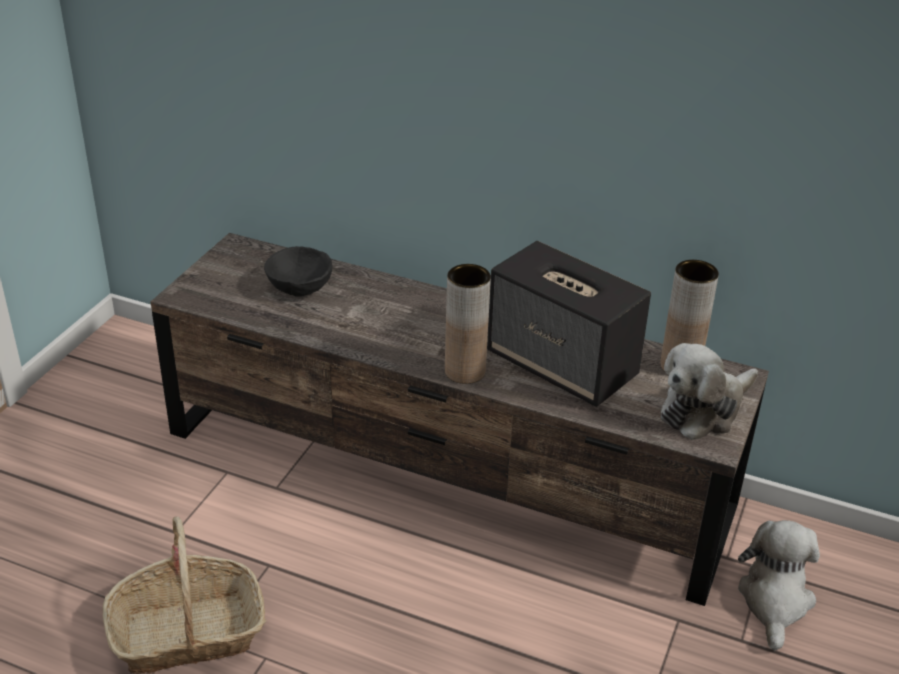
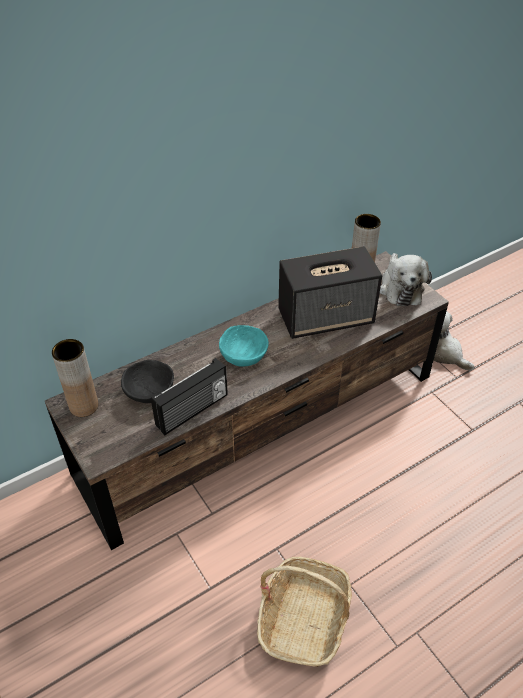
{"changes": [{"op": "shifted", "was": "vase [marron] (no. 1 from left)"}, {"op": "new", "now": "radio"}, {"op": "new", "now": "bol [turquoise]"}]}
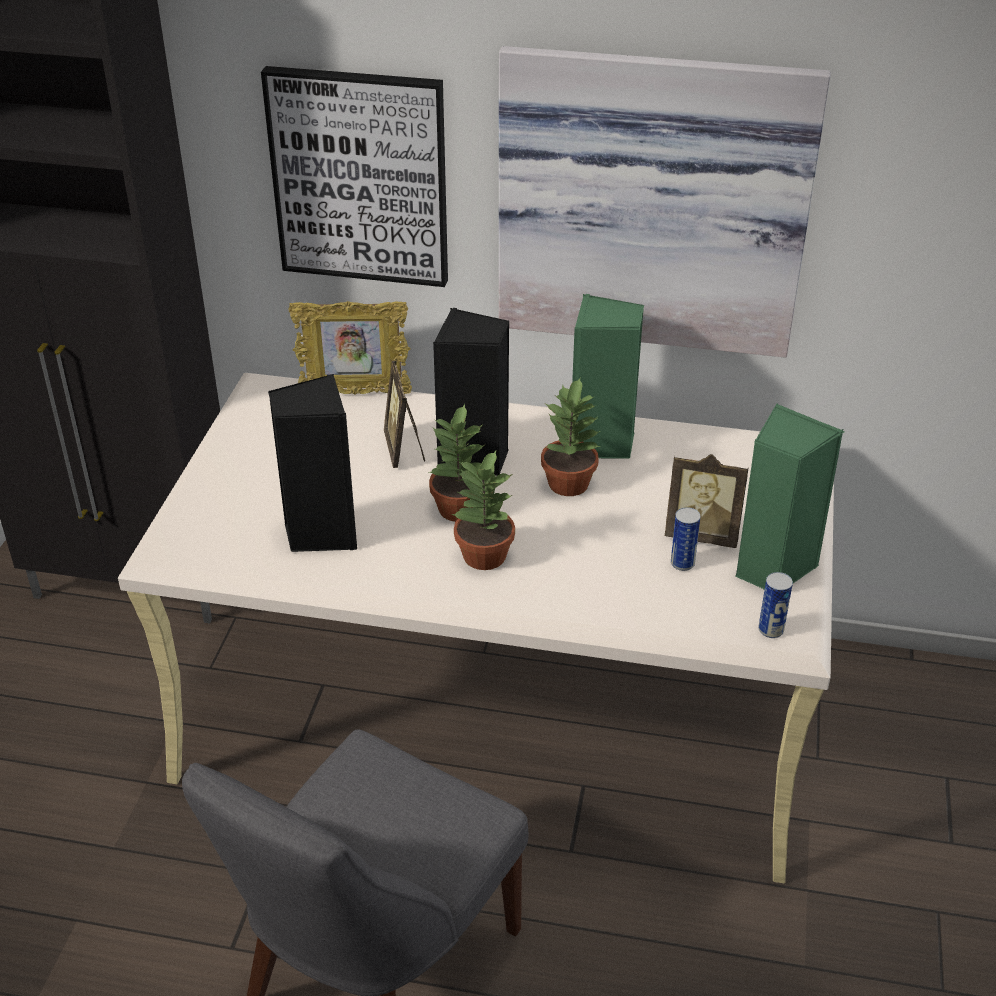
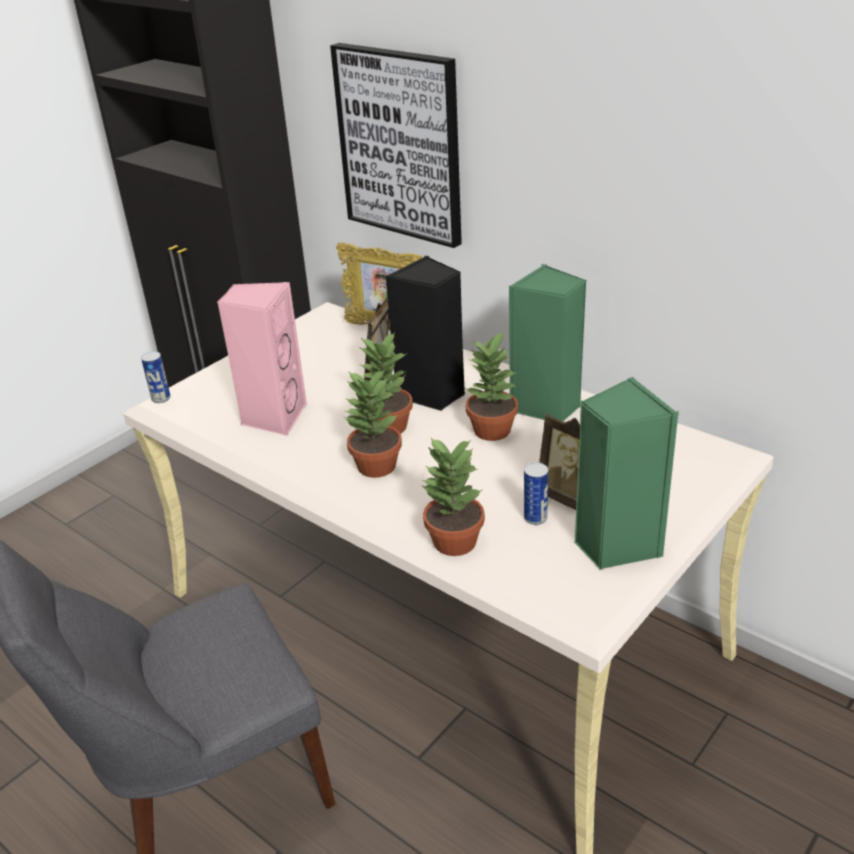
{"changes": [{"op": "repainted", "was": "enceinte [noir] (no. 1 from left)", "now": "enceinte [rose]"}, {"op": "gone", "was": "tableau (no. 2 from left)"}, {"op": "shifted", "was": "boîte métallique (no. 2 from left in the first image)", "now": "boîte métallique (no. 1 from left)"}, {"op": "new", "now": "plante en pot (no. 3 from left)"}]}
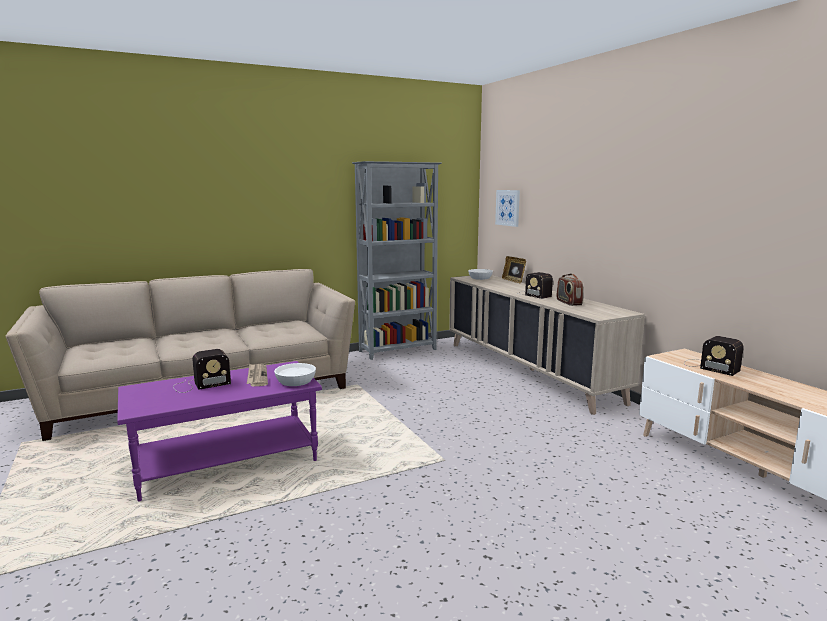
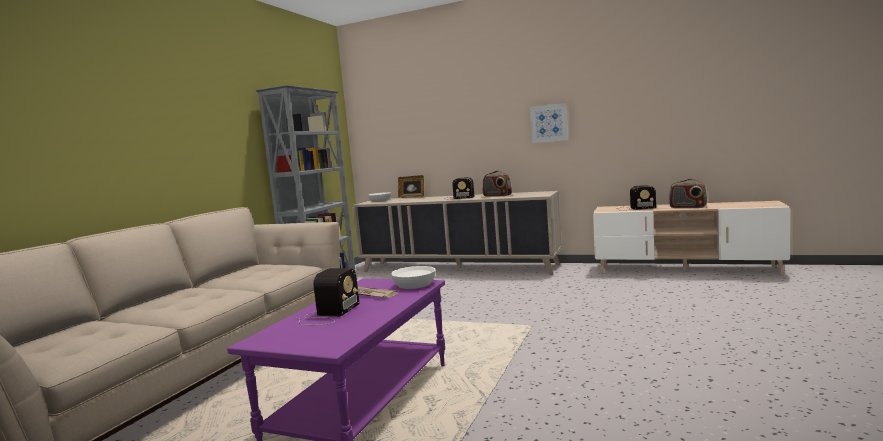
{"changes": [{"op": "shifted", "was": "tableau"}, {"op": "new", "now": "radio (no. 5 from left)"}]}
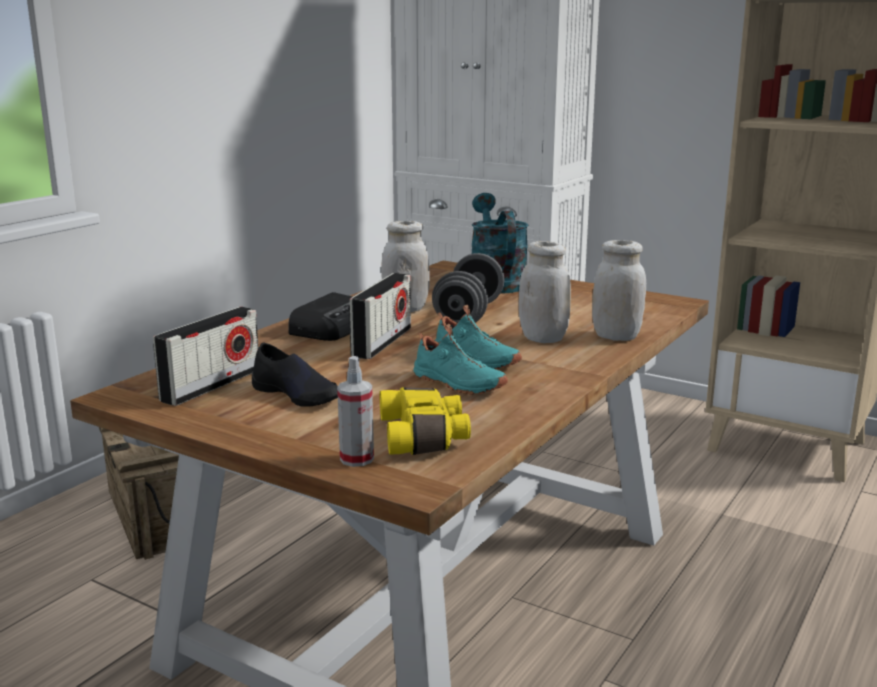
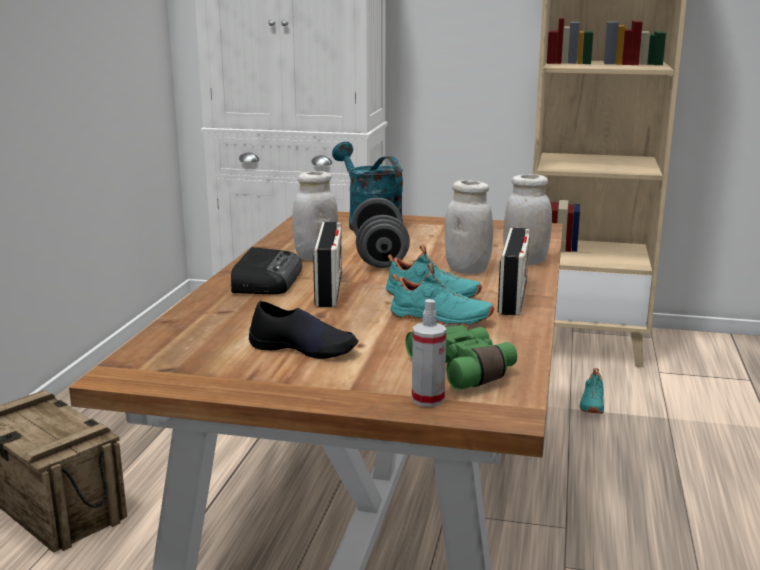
{"changes": [{"op": "shifted", "was": "radio (no. 1 from left in the first image)", "now": "radio (no. 3 from left)"}, {"op": "repainted", "was": "jumelles [jaune]", "now": "jumelles [vert]"}, {"op": "new", "now": "chaussure [turquoise] (no. 3 from left)"}]}
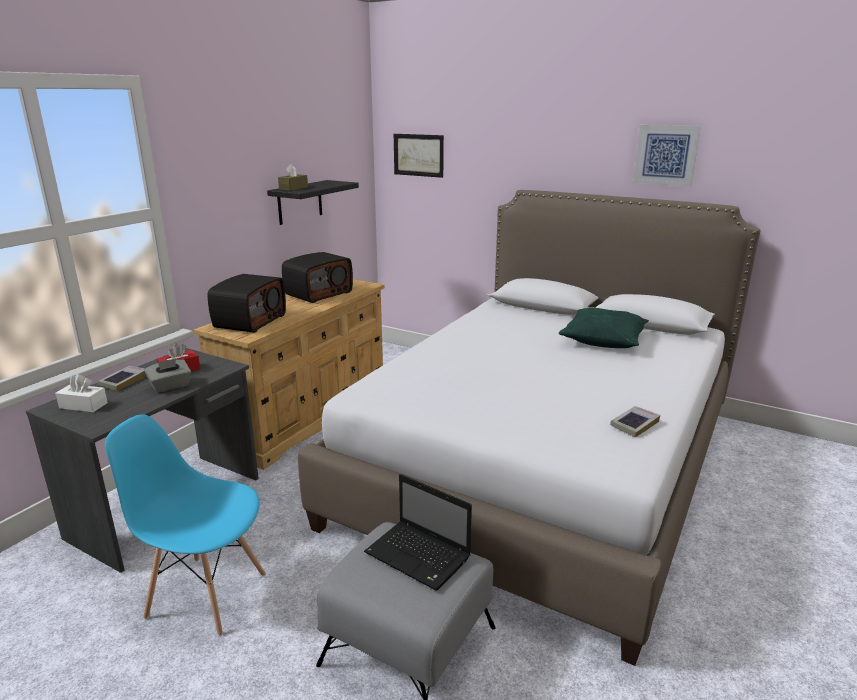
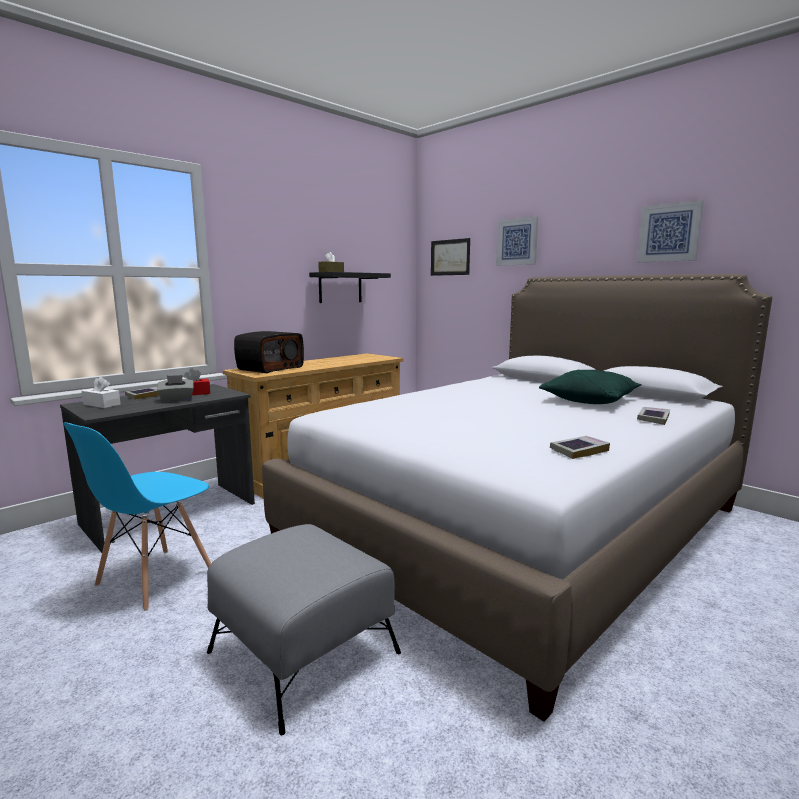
{"changes": [{"op": "rotated", "was": "chaise [bleu]", "clockwise": -90}, {"op": "gone", "was": "radio (no. 2 from left)"}, {"op": "gone", "was": "ordinateur portable"}, {"op": "new", "now": "tableau (no. 2 from left)"}, {"op": "new", "now": "livre (no. 3 from left)"}]}
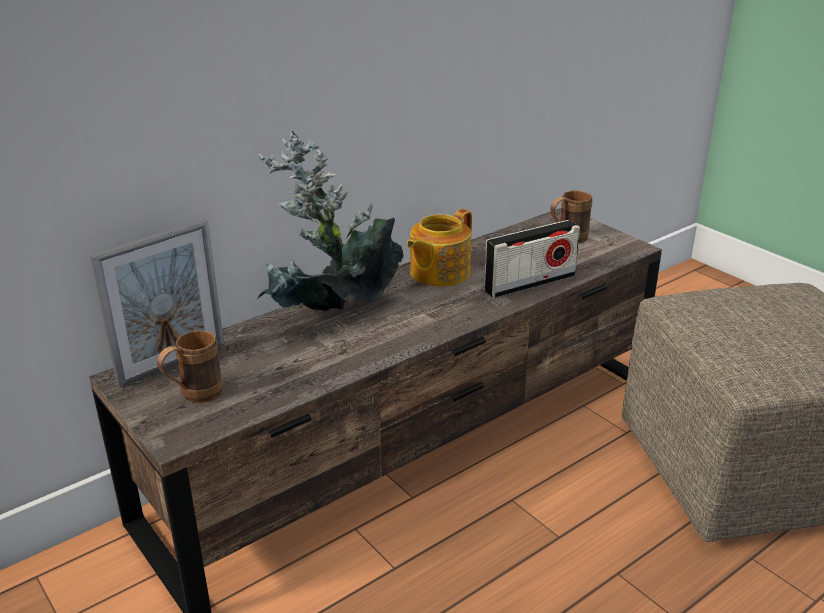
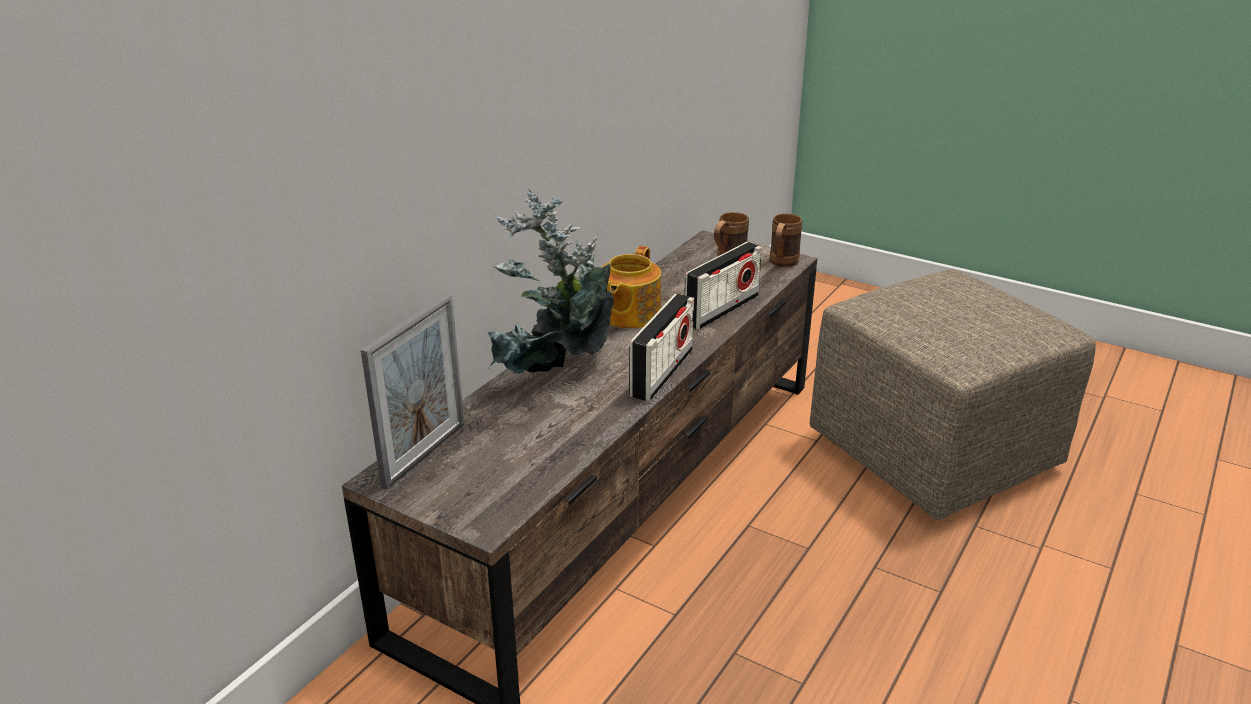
{"changes": [{"op": "shifted", "was": "mug [marron] (no. 1 from left in the first image)", "now": "mug [marron] (no. 2 from left)"}, {"op": "new", "now": "radio (no. 1 from left)"}]}
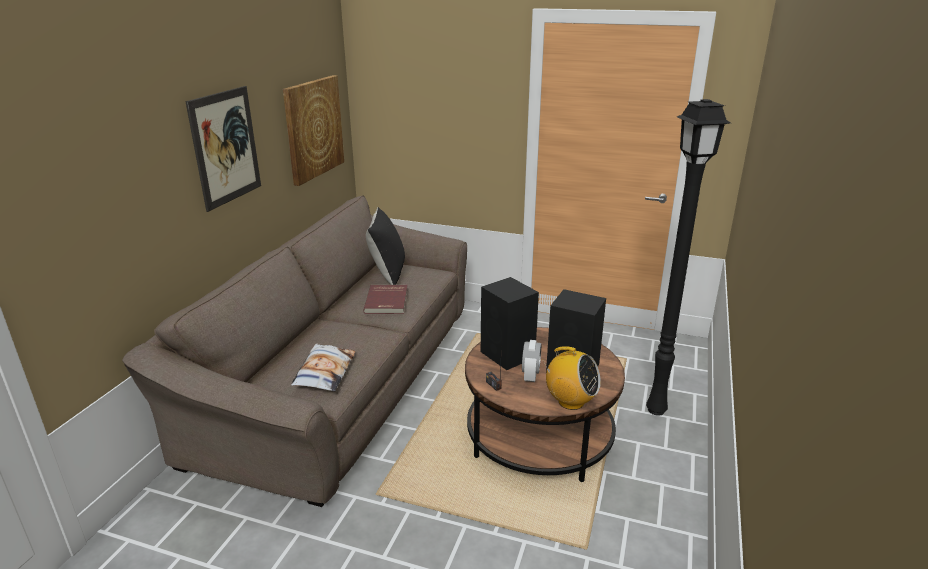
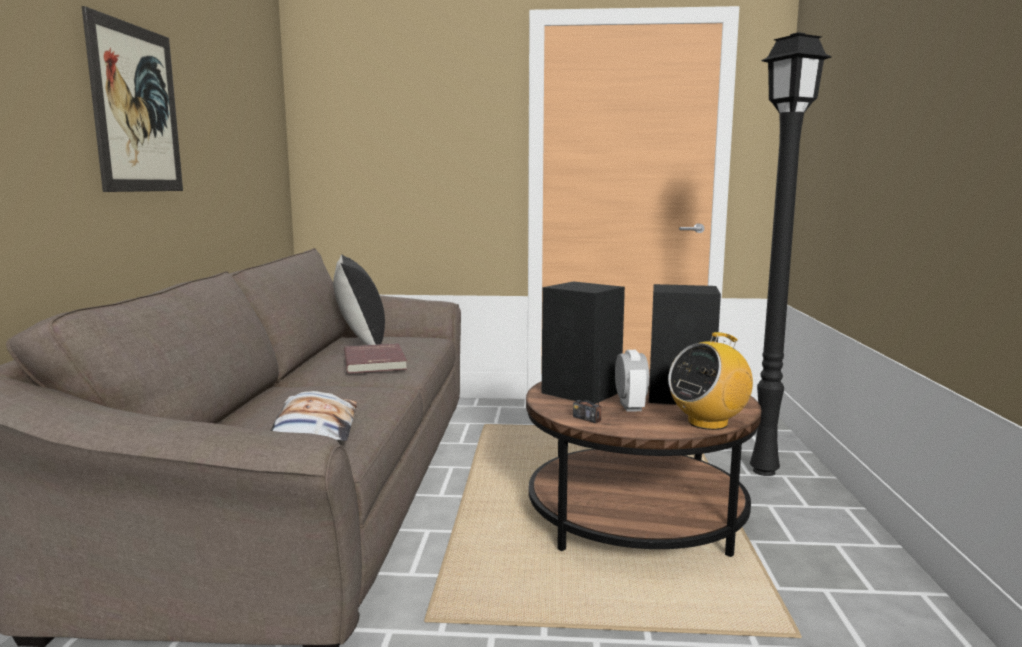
{"changes": [{"op": "gone", "was": "tableau (no. 2 from left)"}, {"op": "rotated", "was": "radio (no. 2 from left)", "clockwise": 135}]}
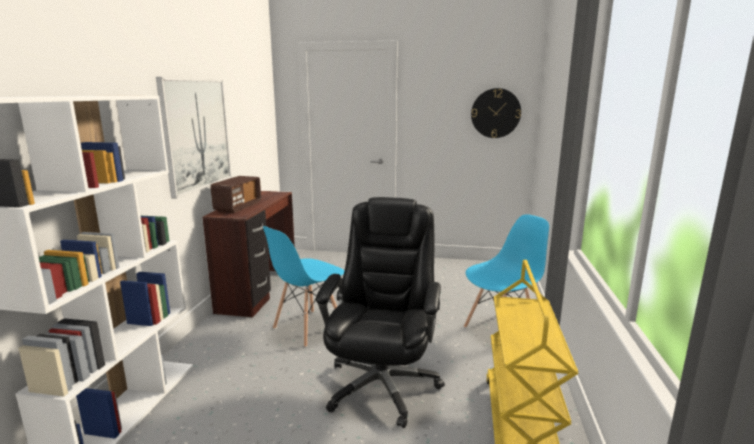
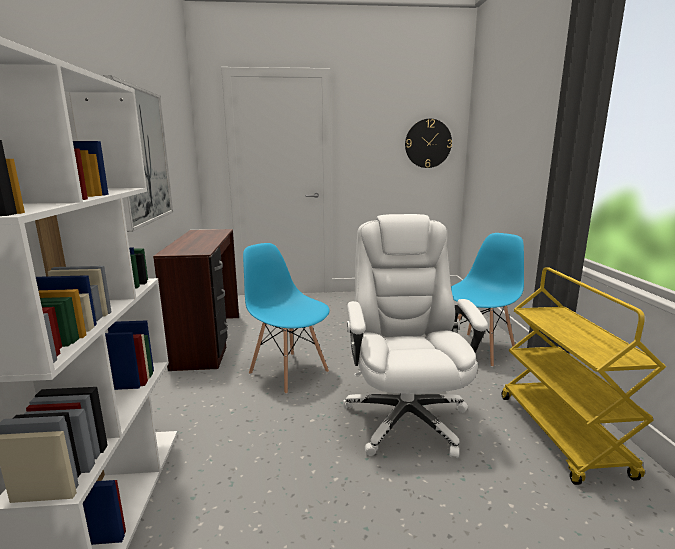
{"changes": [{"op": "gone", "was": "radio"}, {"op": "rotated", "was": "chaise [bleu] (no. 1 from left)", "clockwise": 105}, {"op": "repainted", "was": "chaise de bureau [noir]", "now": "chaise de bureau [blanc]"}]}
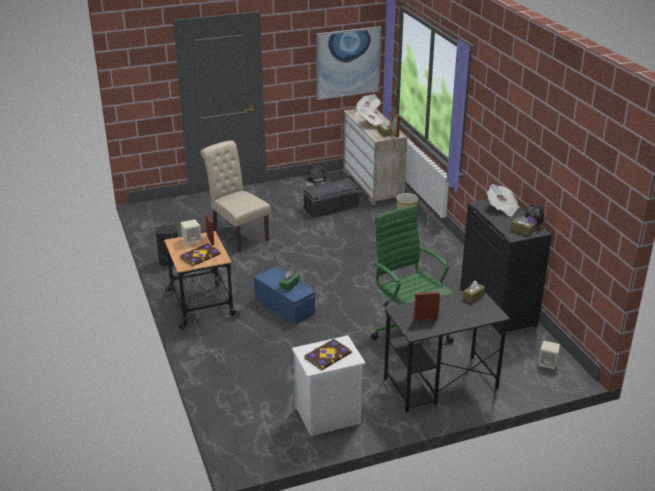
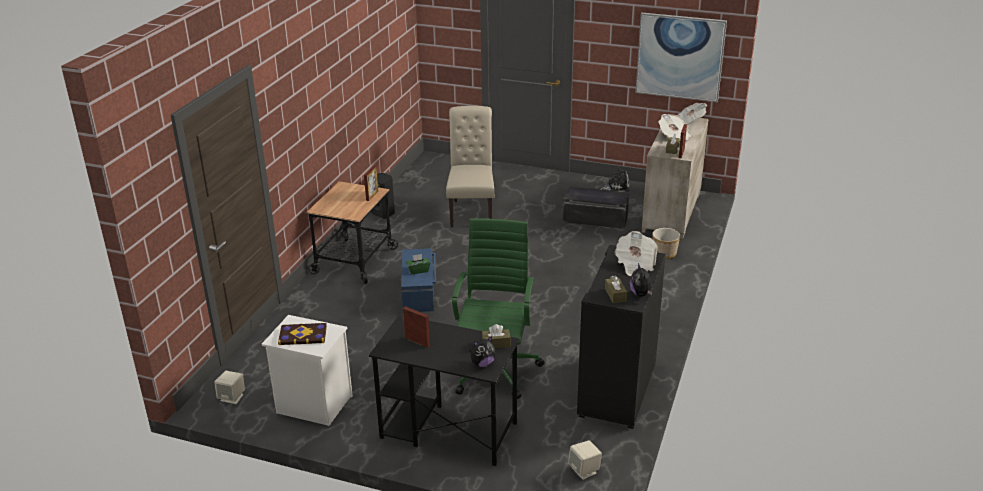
{"changes": [{"op": "shifted", "was": "enceinte [beige] (no. 1 from left)"}, {"op": "gone", "was": "livre (no. 1 from left)"}, {"op": "new", "now": "peluche (no. 1 from left)"}]}
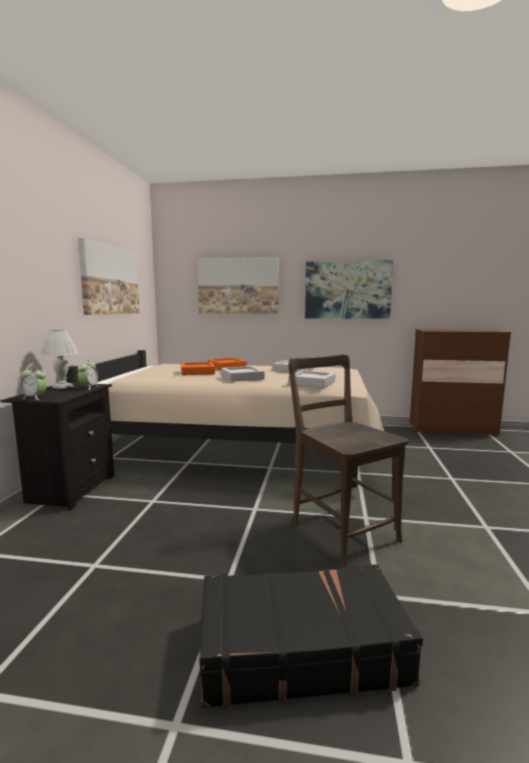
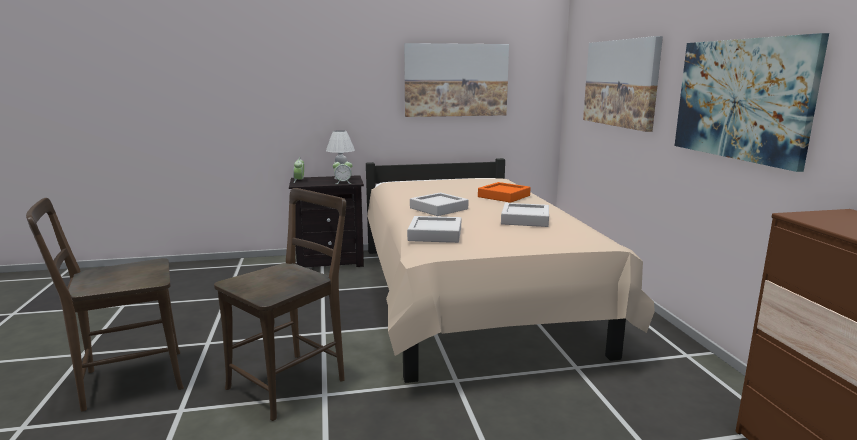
{"changes": [{"op": "gone", "was": "plateau [orange] (no. 1 from left)"}, {"op": "swapped", "was": "valise [noir]", "now": "chaise [marron] (no. 1 from left)"}]}
